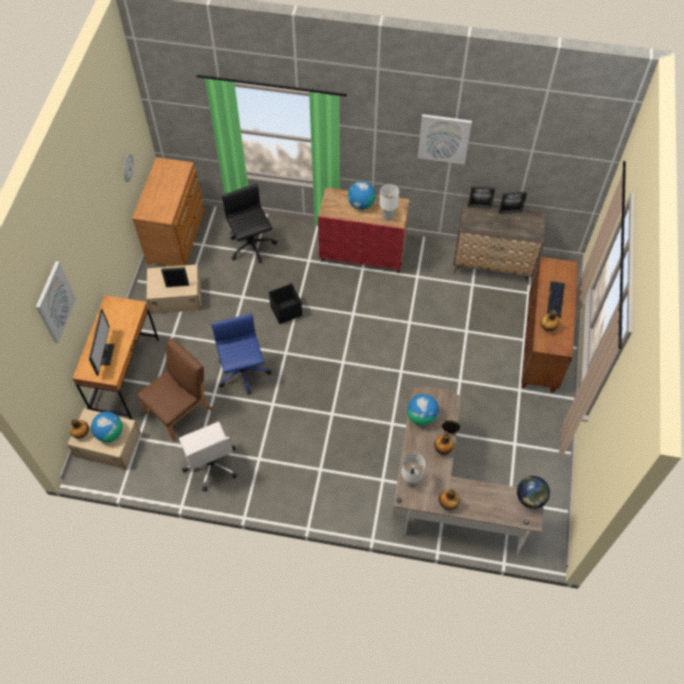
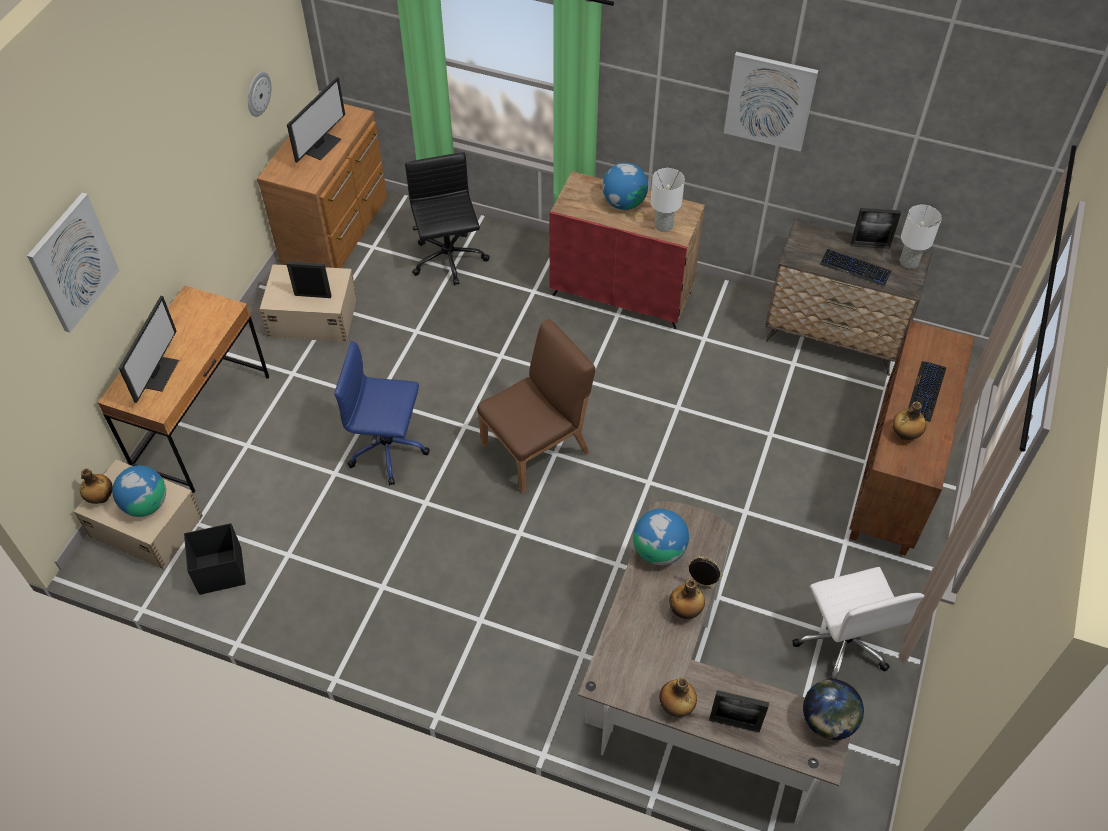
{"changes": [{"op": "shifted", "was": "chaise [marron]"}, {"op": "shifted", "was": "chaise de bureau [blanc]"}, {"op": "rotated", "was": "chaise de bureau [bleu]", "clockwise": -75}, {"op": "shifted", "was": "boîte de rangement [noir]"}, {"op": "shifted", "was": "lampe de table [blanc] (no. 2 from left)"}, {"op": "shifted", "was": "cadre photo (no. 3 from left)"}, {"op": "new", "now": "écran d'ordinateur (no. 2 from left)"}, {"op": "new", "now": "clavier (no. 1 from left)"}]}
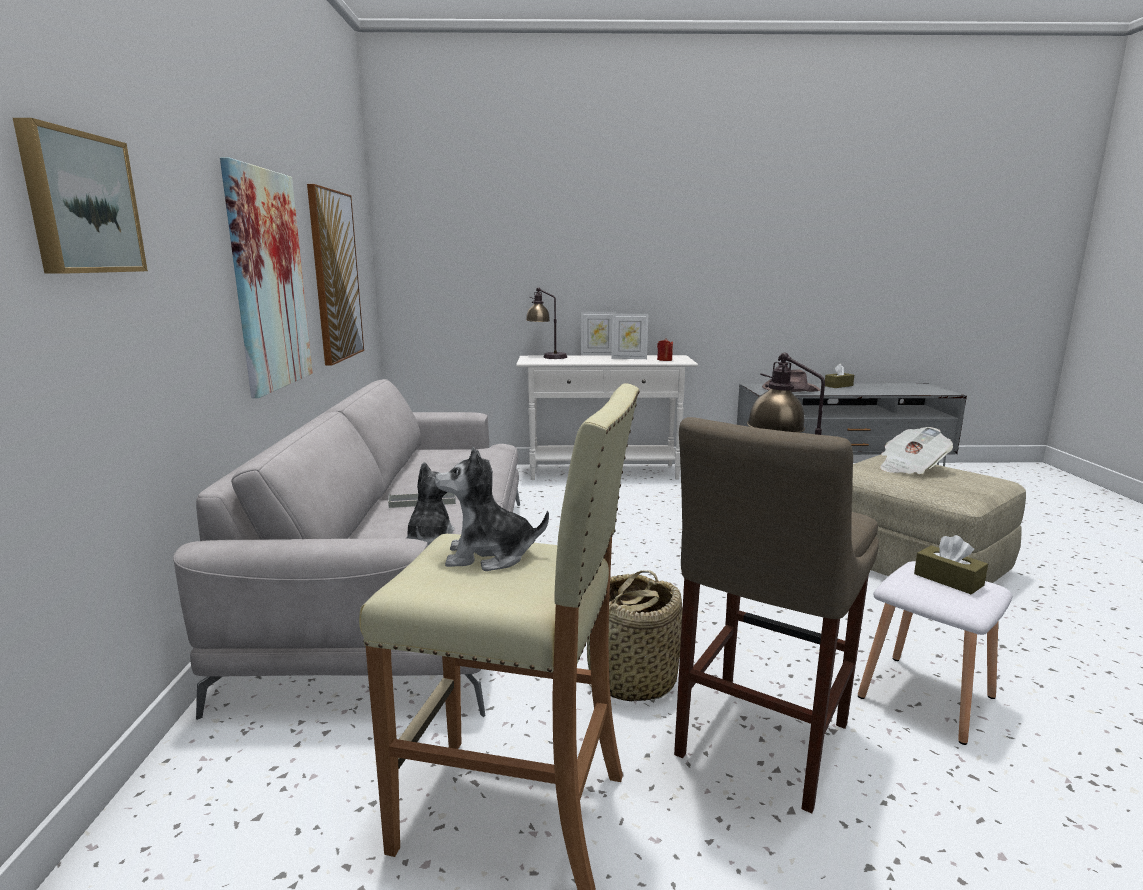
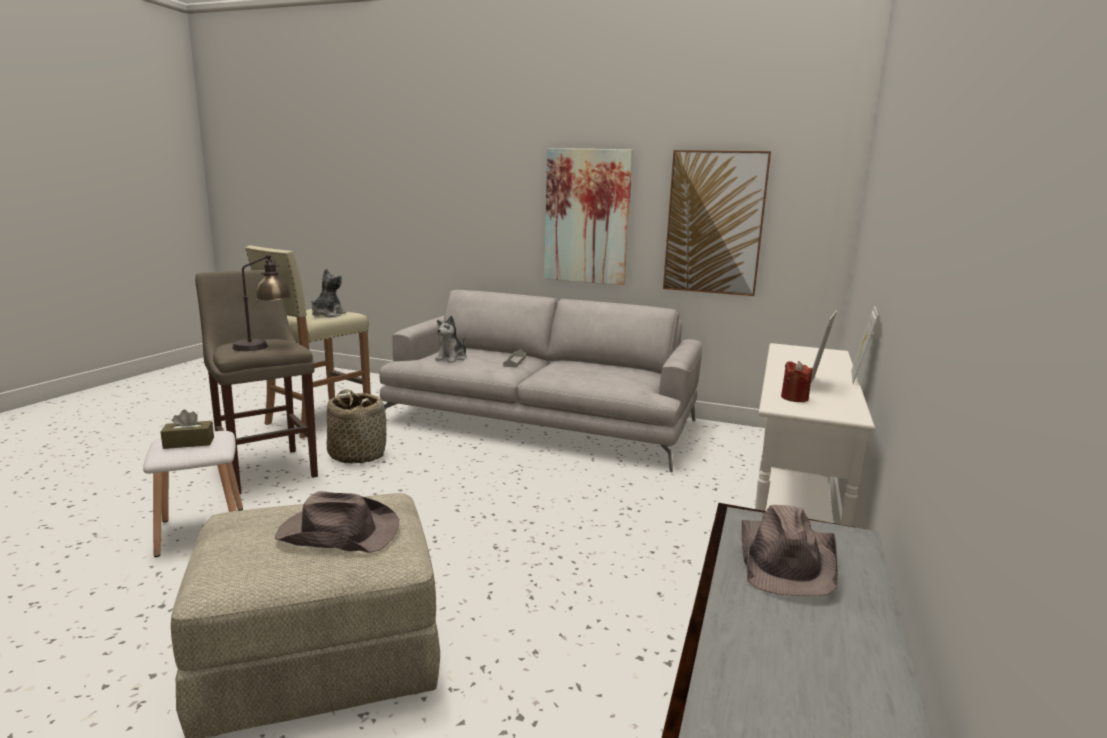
{"changes": [{"op": "gone", "was": "tableau (no. 1 from left)"}, {"op": "rotated", "was": "peluche (no. 1 from left in the first image)", "clockwise": 90}, {"op": "gone", "was": "lampe de table (no. 1 from left)"}, {"op": "gone", "was": "boîte à mouchoirs [marron] (no. 1 from left)"}, {"op": "swapped", "was": "journal", "now": "chapeau [marron] (no. 1 from left)"}]}
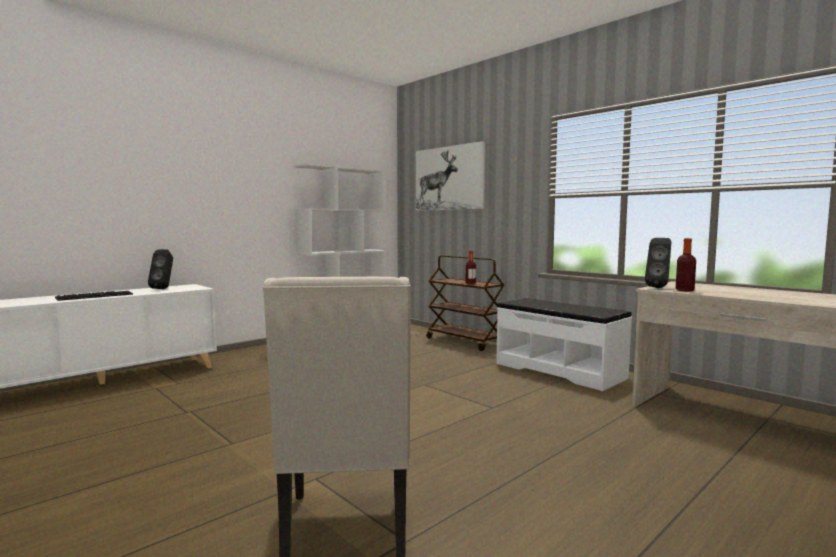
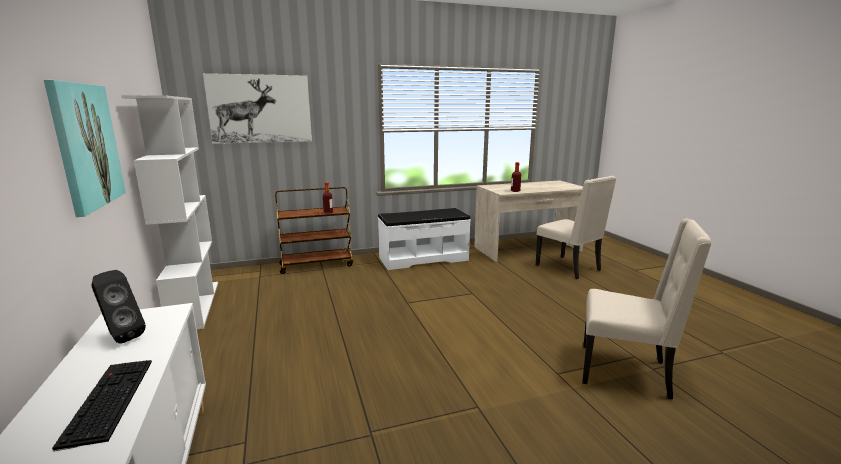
{"changes": [{"op": "gone", "was": "enceinte [noir] (no. 2 from left)"}, {"op": "new", "now": "tableau (no. 1 from left)"}, {"op": "new", "now": "chaise [beige] (no. 1 from left)"}]}
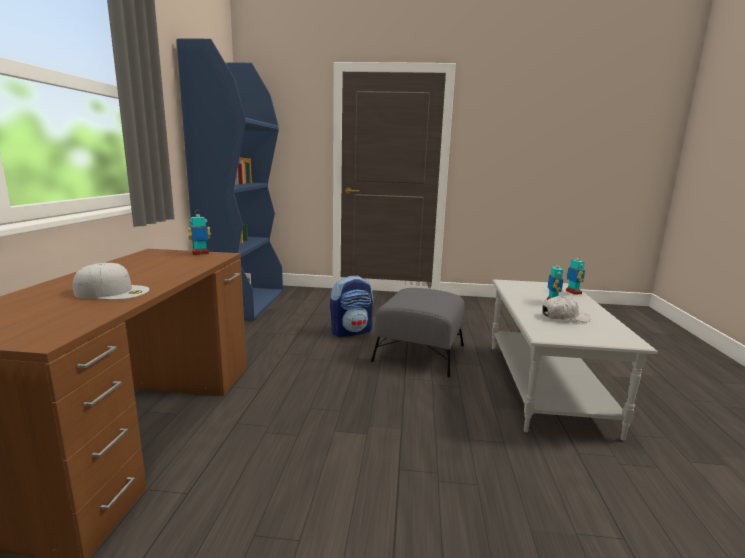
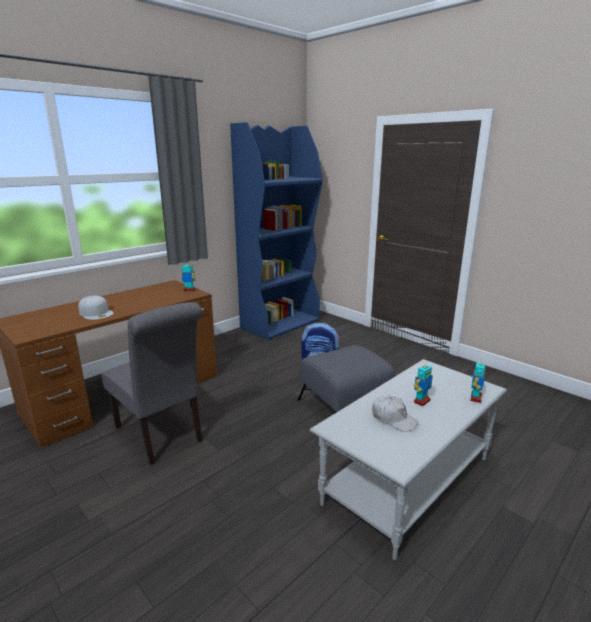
{"changes": [{"op": "new", "now": "chaise [gris]"}]}
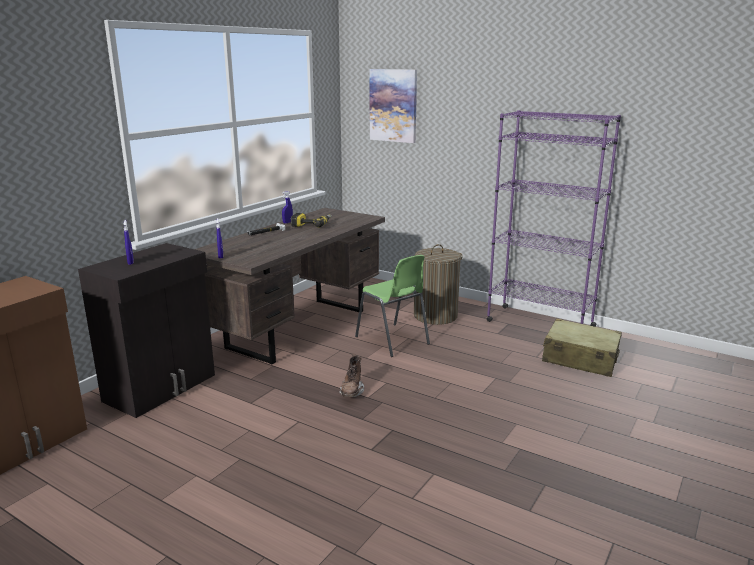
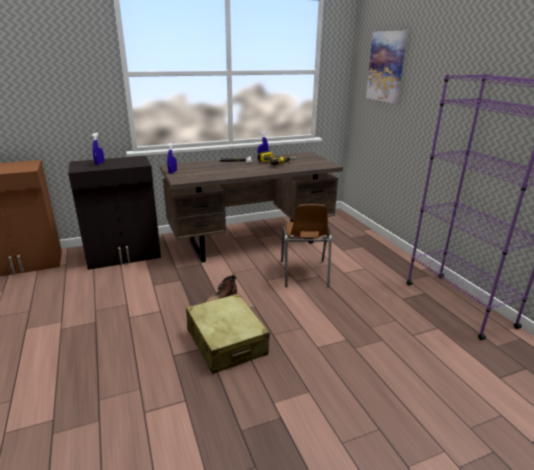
{"changes": [{"op": "repainted", "was": "chaise [vert]", "now": "chaise [marron]"}, {"op": "gone", "was": "panier à linge"}, {"op": "shifted", "was": "valise [beige]"}]}
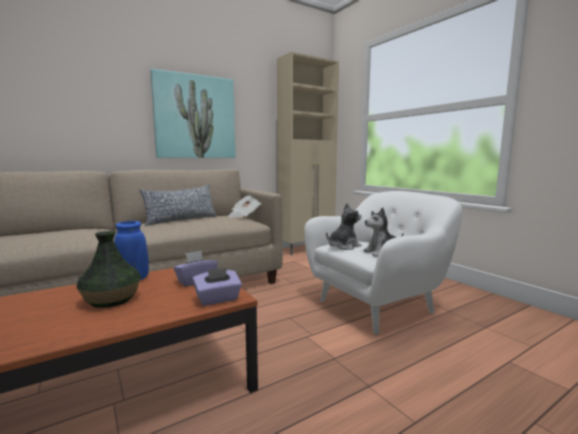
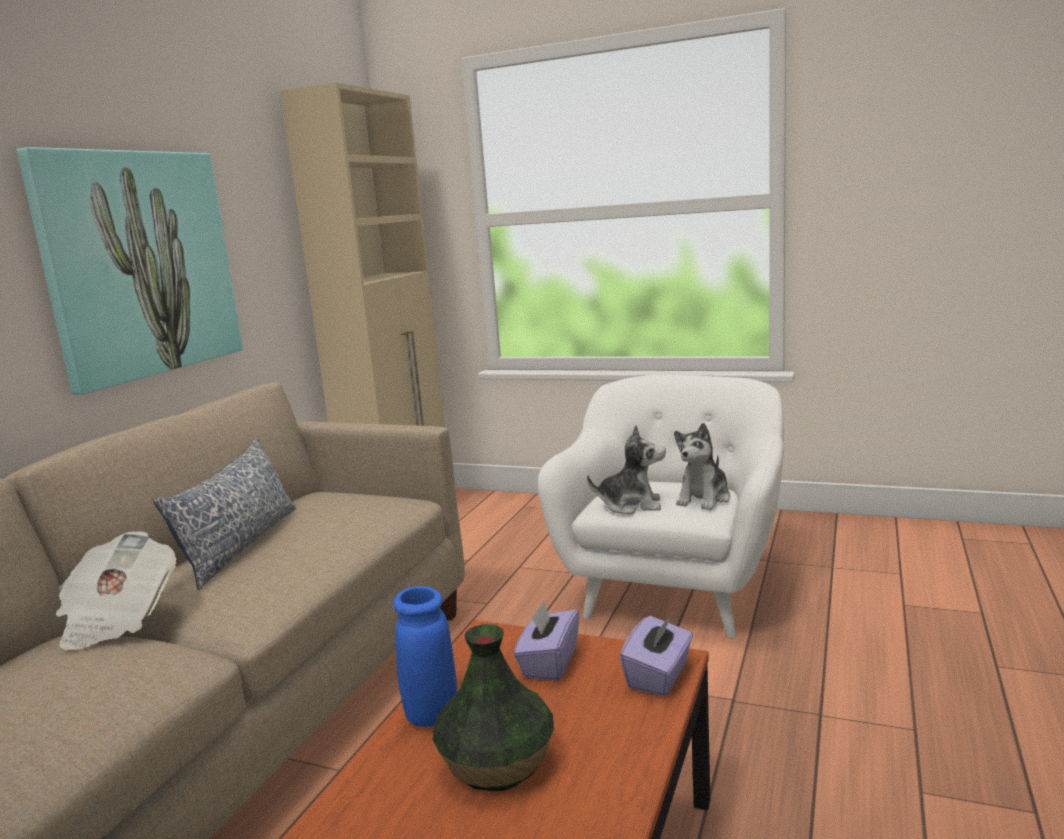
{"changes": [{"op": "shifted", "was": "journal"}, {"op": "rotated", "was": "peluche (no. 1 from left)", "clockwise": 75}]}
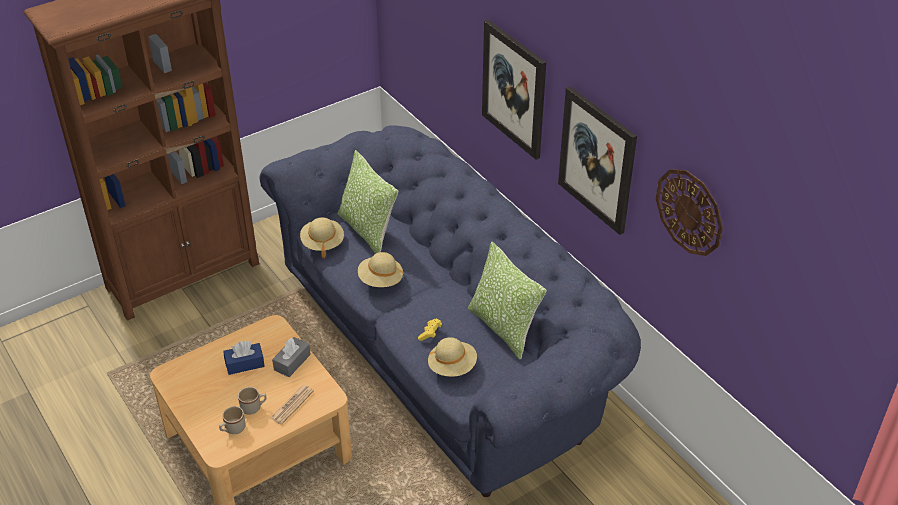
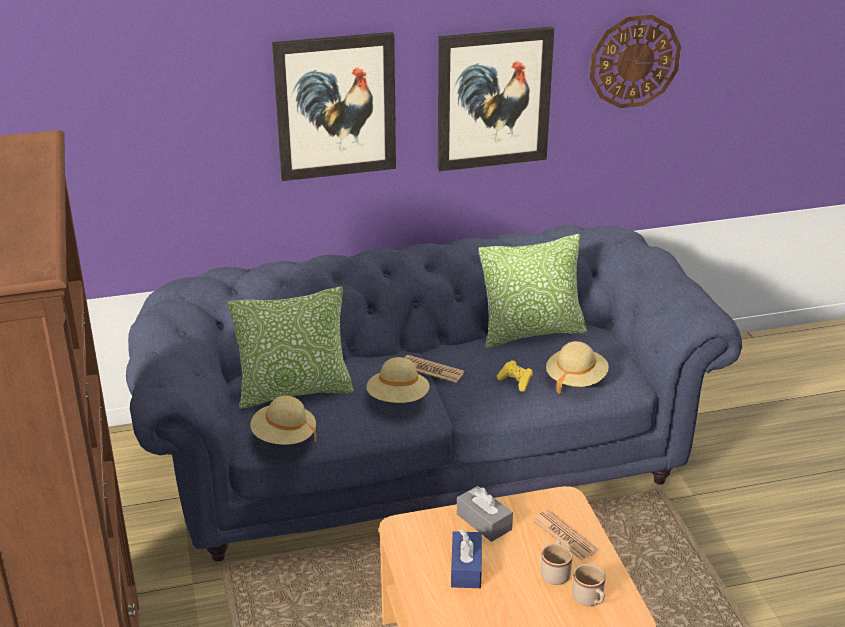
{"changes": [{"op": "new", "now": "journal (no. 1 from left)"}]}
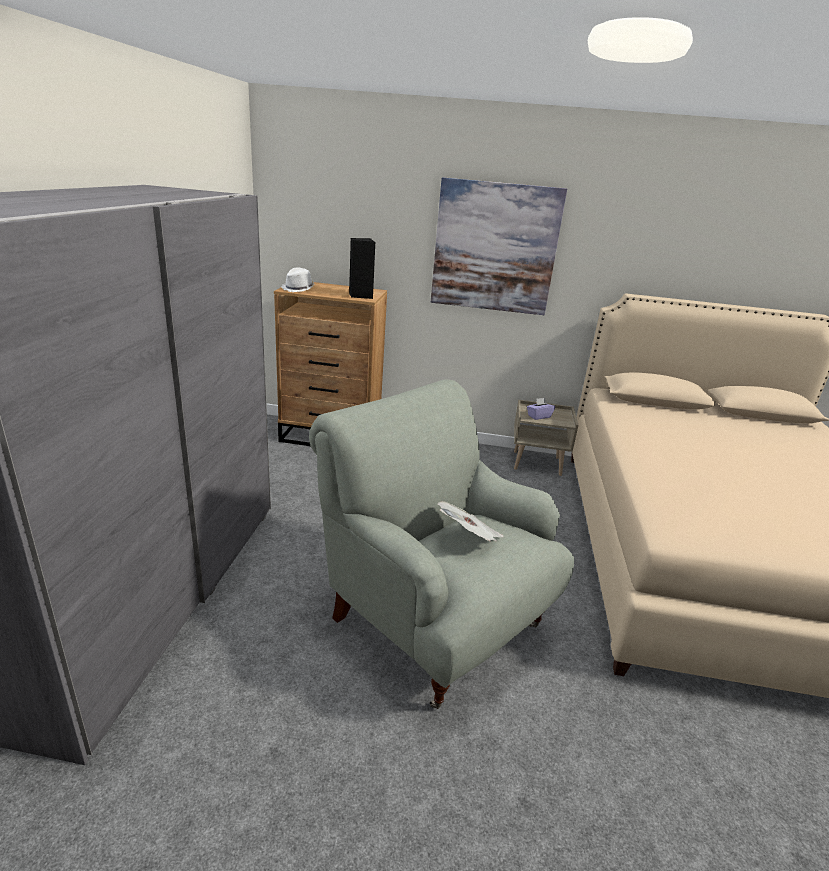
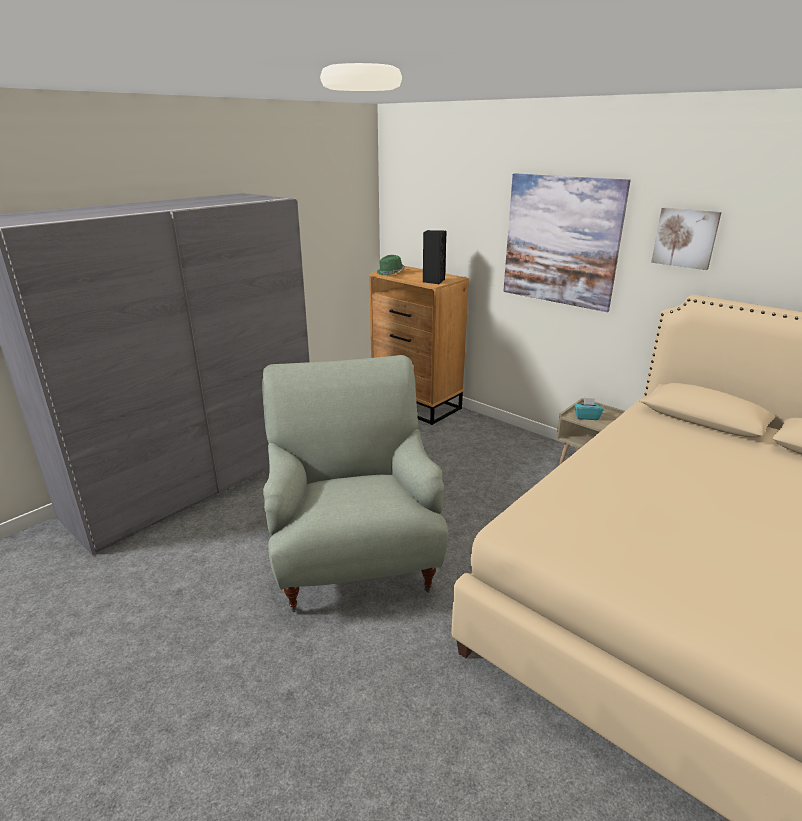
{"changes": [{"op": "repainted", "was": "chapeau [blanc]", "now": "chapeau [vert]"}, {"op": "gone", "was": "journal"}, {"op": "repainted", "was": "boîte à mouchoirs [violet]", "now": "boîte à mouchoirs [turquoise]"}, {"op": "new", "now": "tableau (no. 2 from left)"}]}
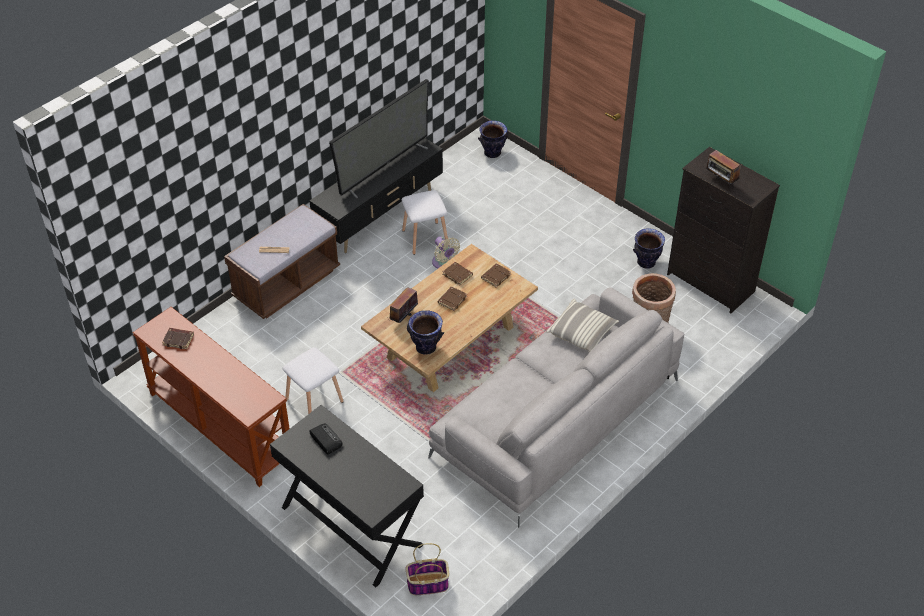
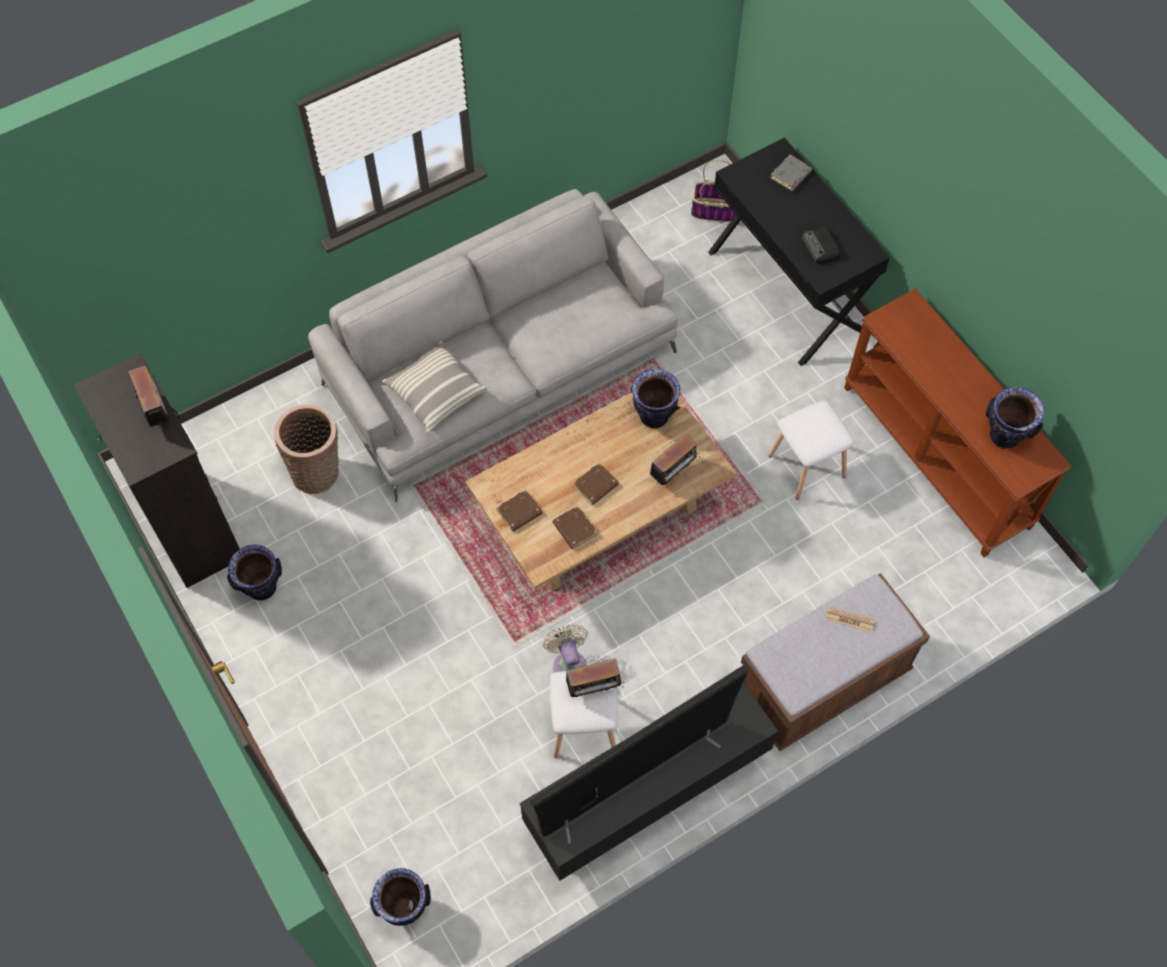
{"changes": [{"op": "swapped", "was": "livre [marron] (no. 1 from left)", "now": "vase (no. 4 from left)"}, {"op": "new", "now": "radio (no. 2 from left)"}, {"op": "new", "now": "livre [gris]"}]}
